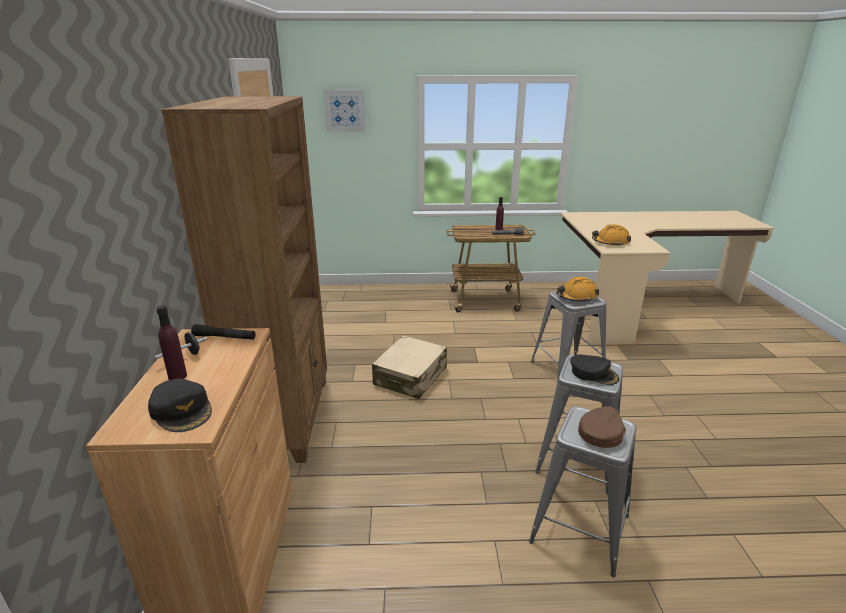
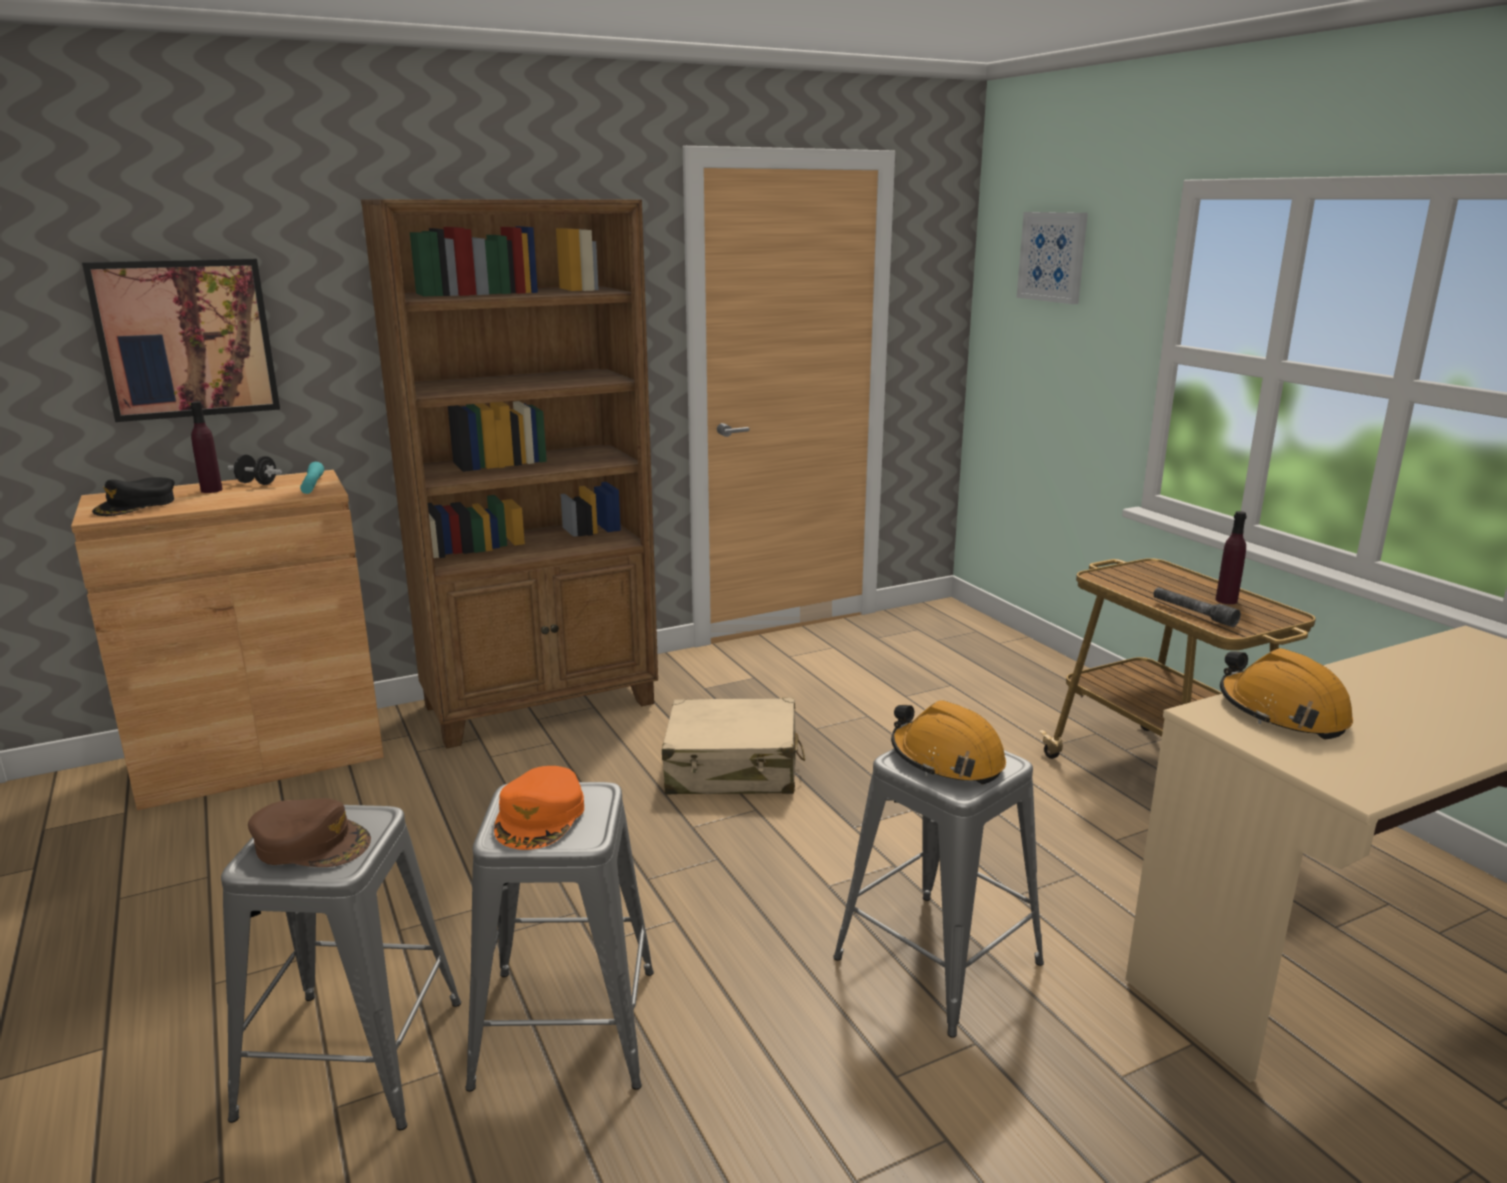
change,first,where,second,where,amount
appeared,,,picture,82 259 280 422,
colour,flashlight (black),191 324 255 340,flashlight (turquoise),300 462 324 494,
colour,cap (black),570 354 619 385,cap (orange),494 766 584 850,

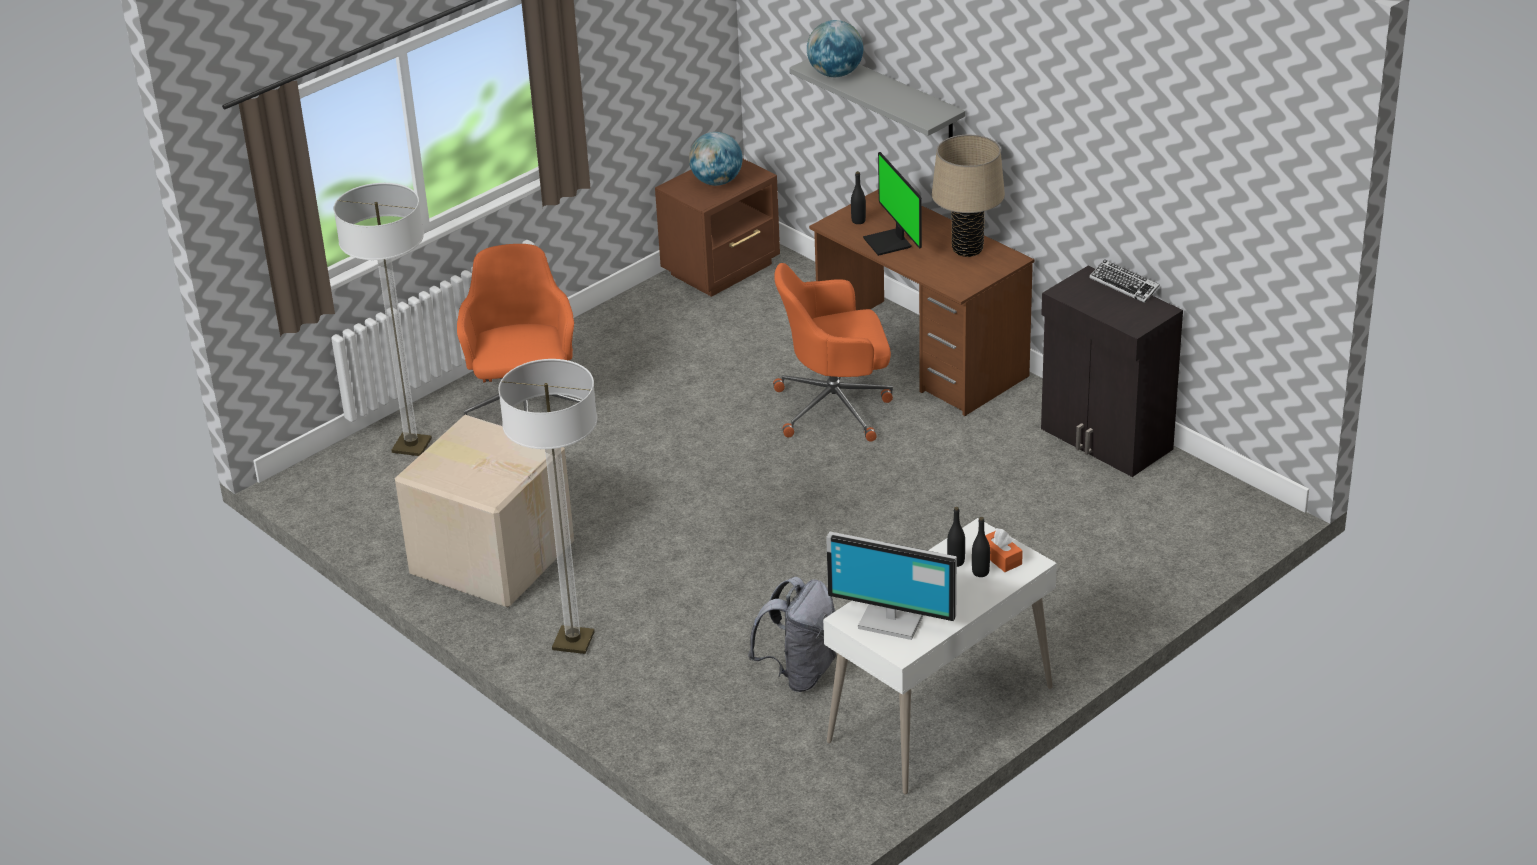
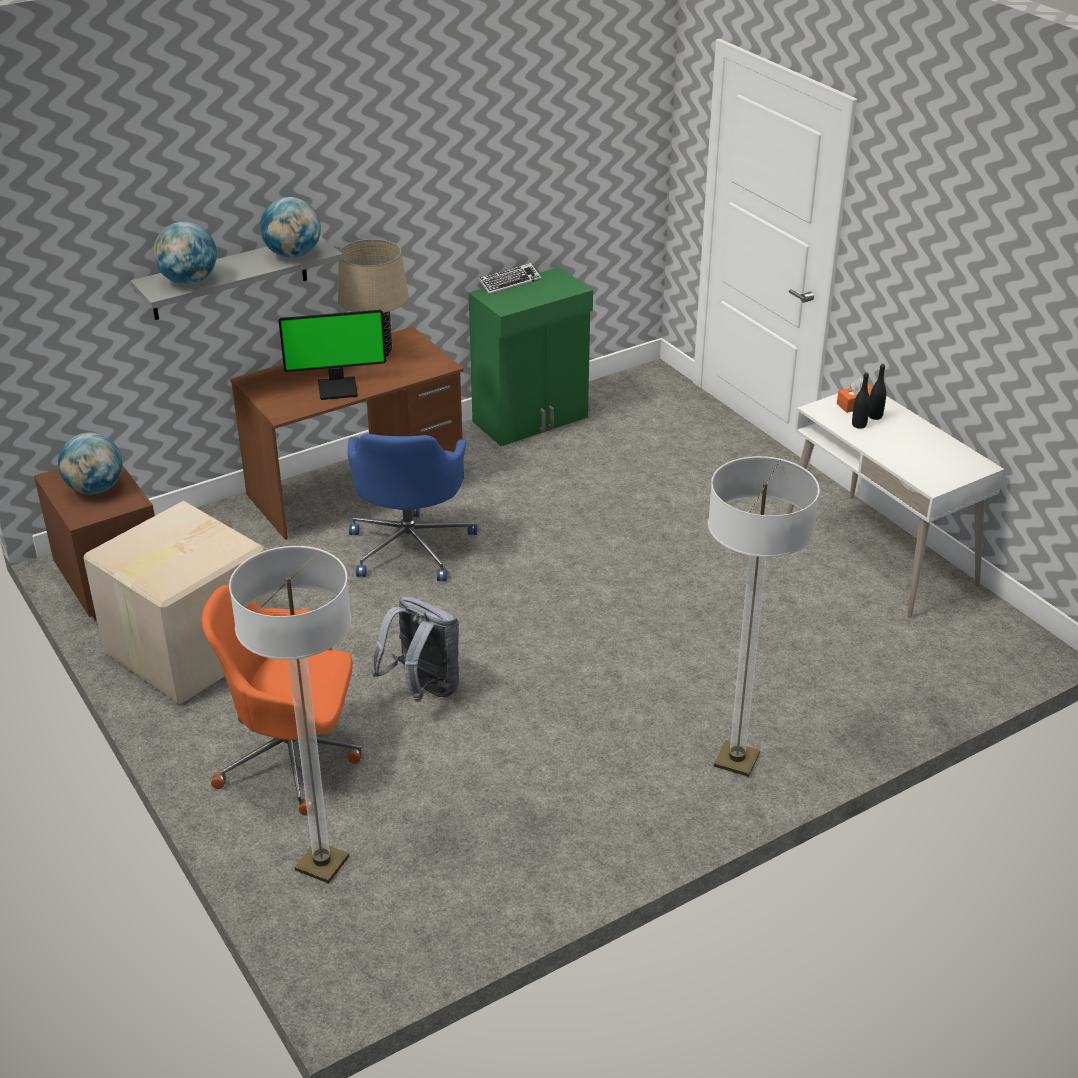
change,first,where,second,where,amount
relocated,cardboard box,395 415 574 607,,84 501 272 704,
appeared,,,globe,260 197 321 258,
colour,office chair (orange),773 263 893 442,office chair (blue),347 434 477 581,
relocated,backpack (grey),748 577 836 692,,372 596 459 702,
colour,cabinet (black),1041 266 1183 477,cabinet (green),469 267 593 446,
missing,monitor,826 531 957 640,,,
missing,bottle (black),851 171 866 224,,,

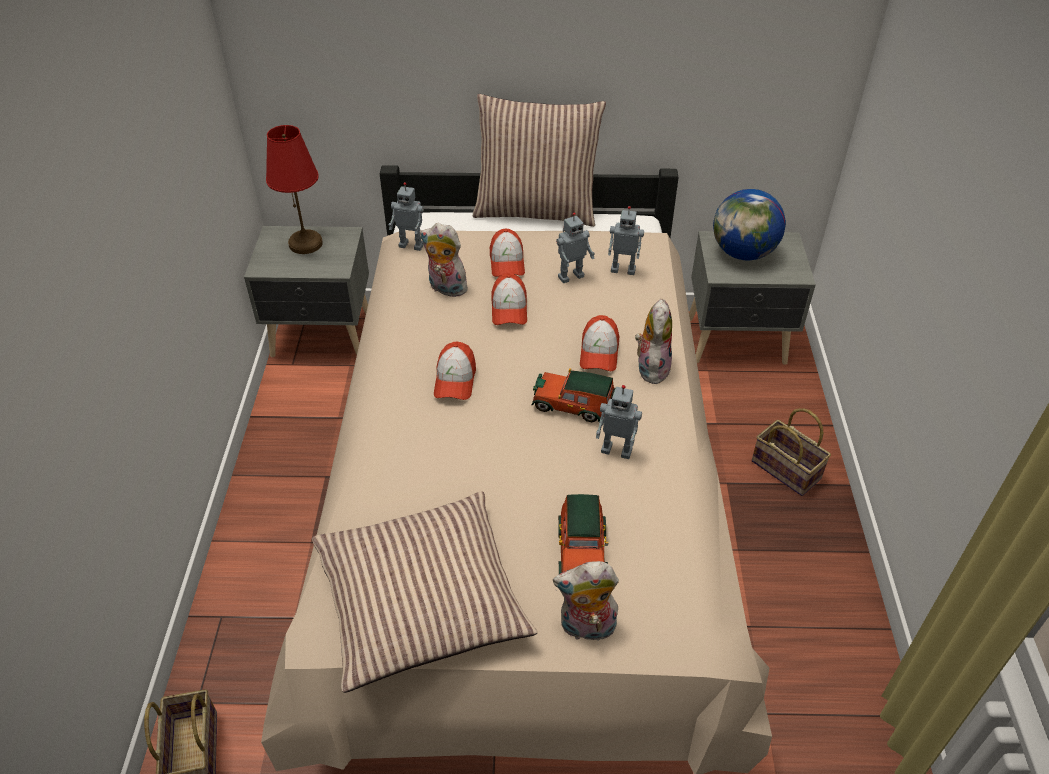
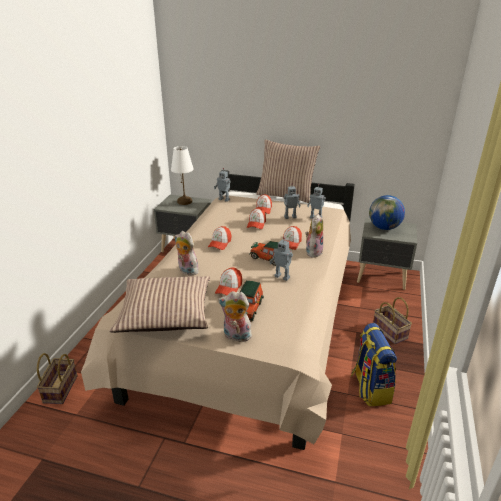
change,first,where,second,where,amount
colour,table lamp (red),266 125 323 254,table lamp (white),171 146 194 205,
relocated,plush toy,420 223 468 297,,175 231 199 276,
appeared,,,cap,215 267 242 296,
appeared,,,backpack,351 323 397 406,

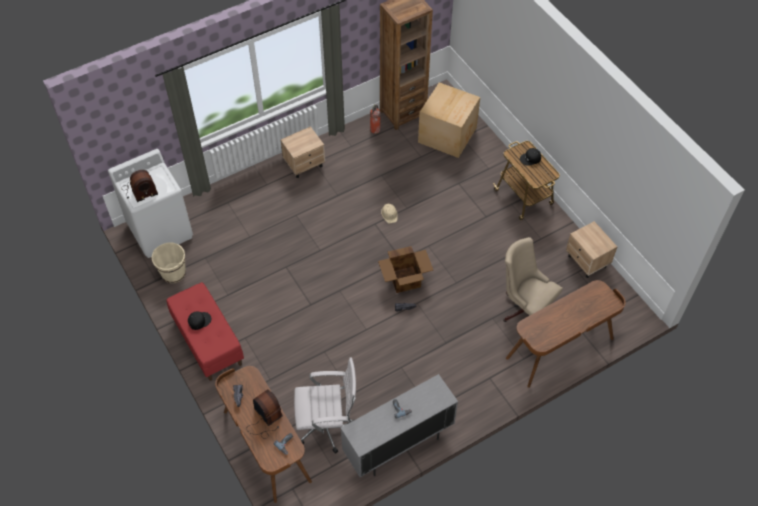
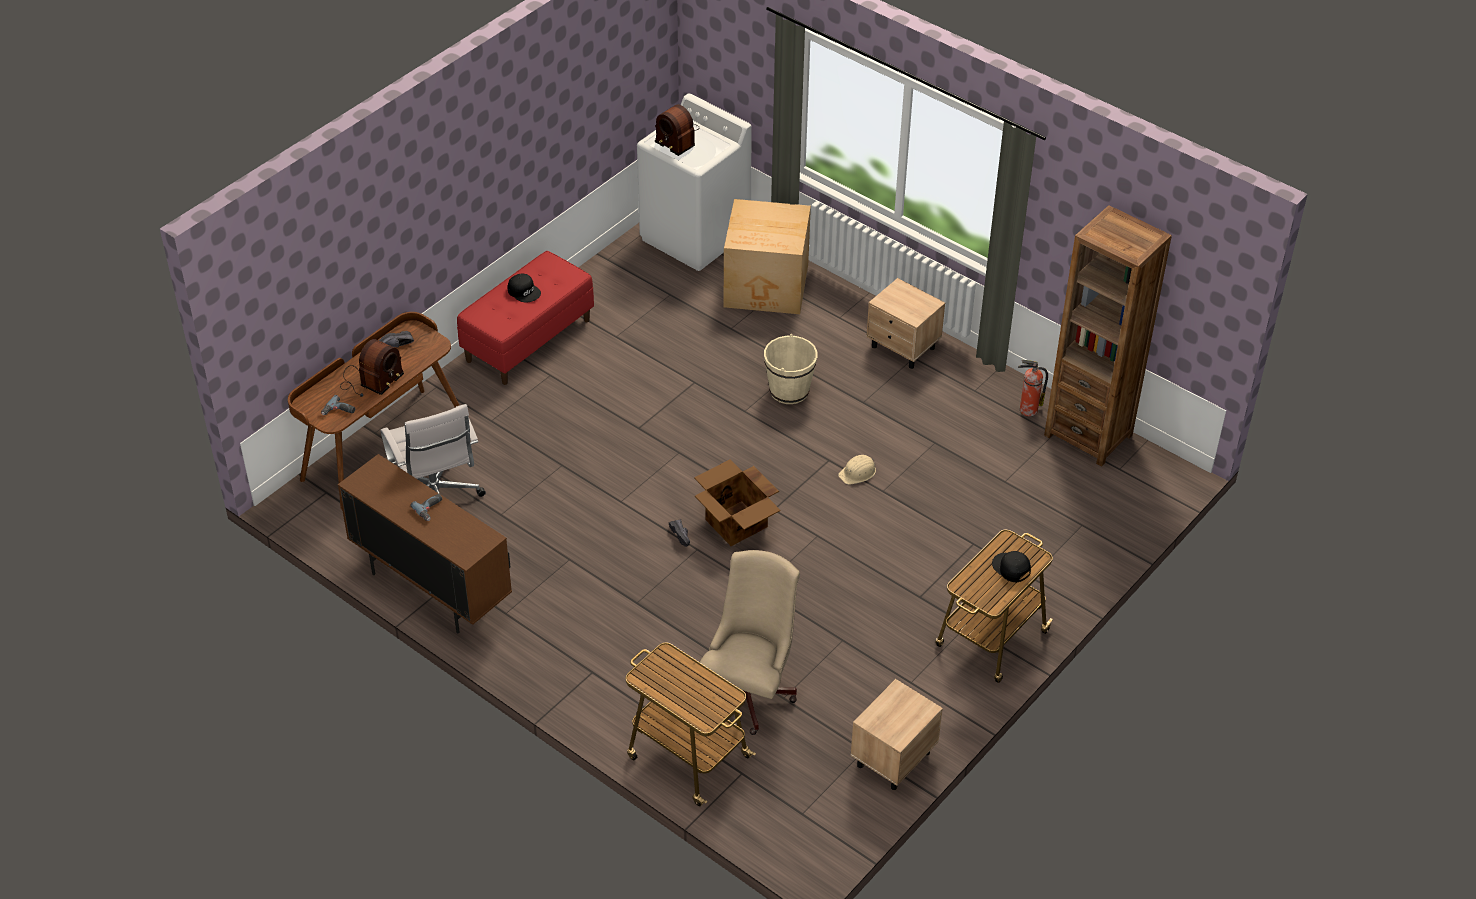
change,first,where,second,where,amount
colour,cabinet (grey),341 374 458 477,cabinet (brown),338 454 512 633,
exchanged,desk (brown),506 280 626 388,cart,626 642 756 806,
relocated,cardboard box,418 82 480 158,,724 199 811 314,
relocated,bucket (beige),151 242 186 283,,764 334 817 404,

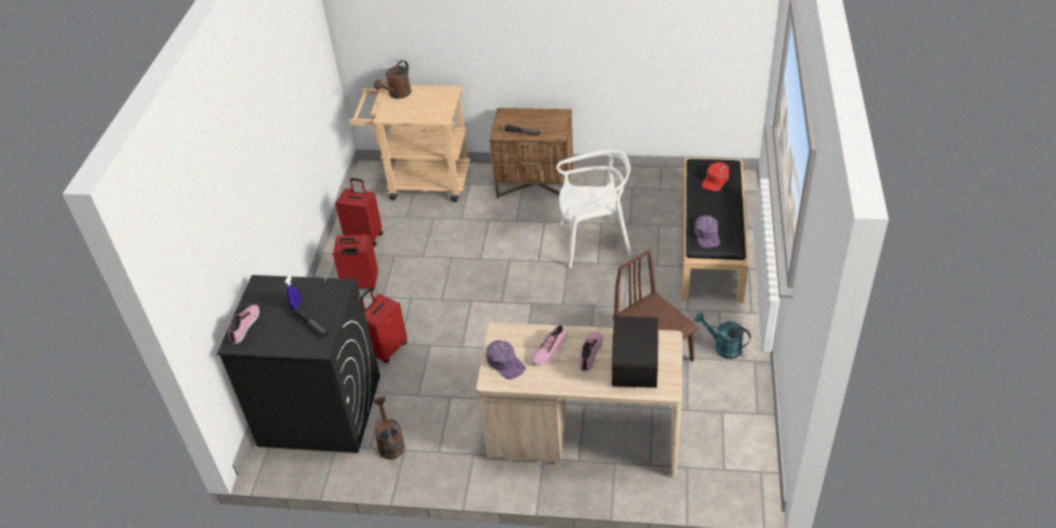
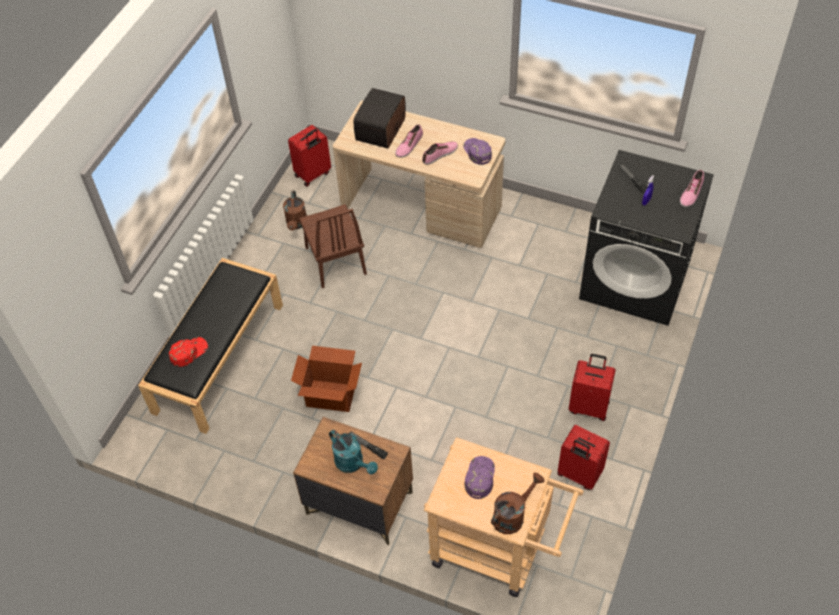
change,first,where,second,where,amount
relocated,watering can (brown),374 397 405 459,,283 191 307 231,
relocated,suitcase (red),361 288 407 363,,288 125 331 187,
exchanged,chair (white),556 150 632 268,cardboard box,291 346 362 412,
relocated,watering can (turquoise),695 312 751 359,,329 430 378 474,
relocated,cap (purple),694 215 720 248,,464 456 495 499,

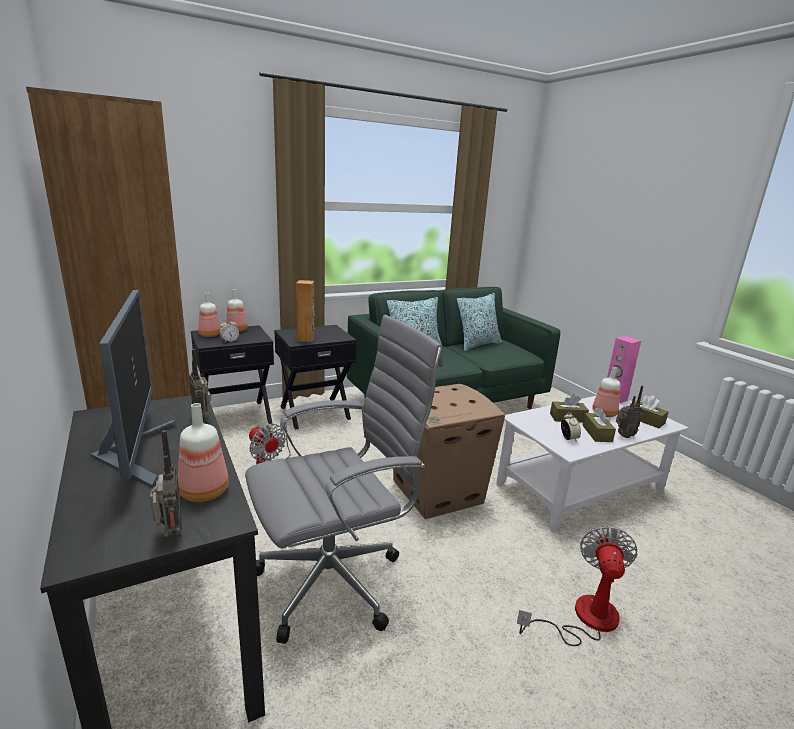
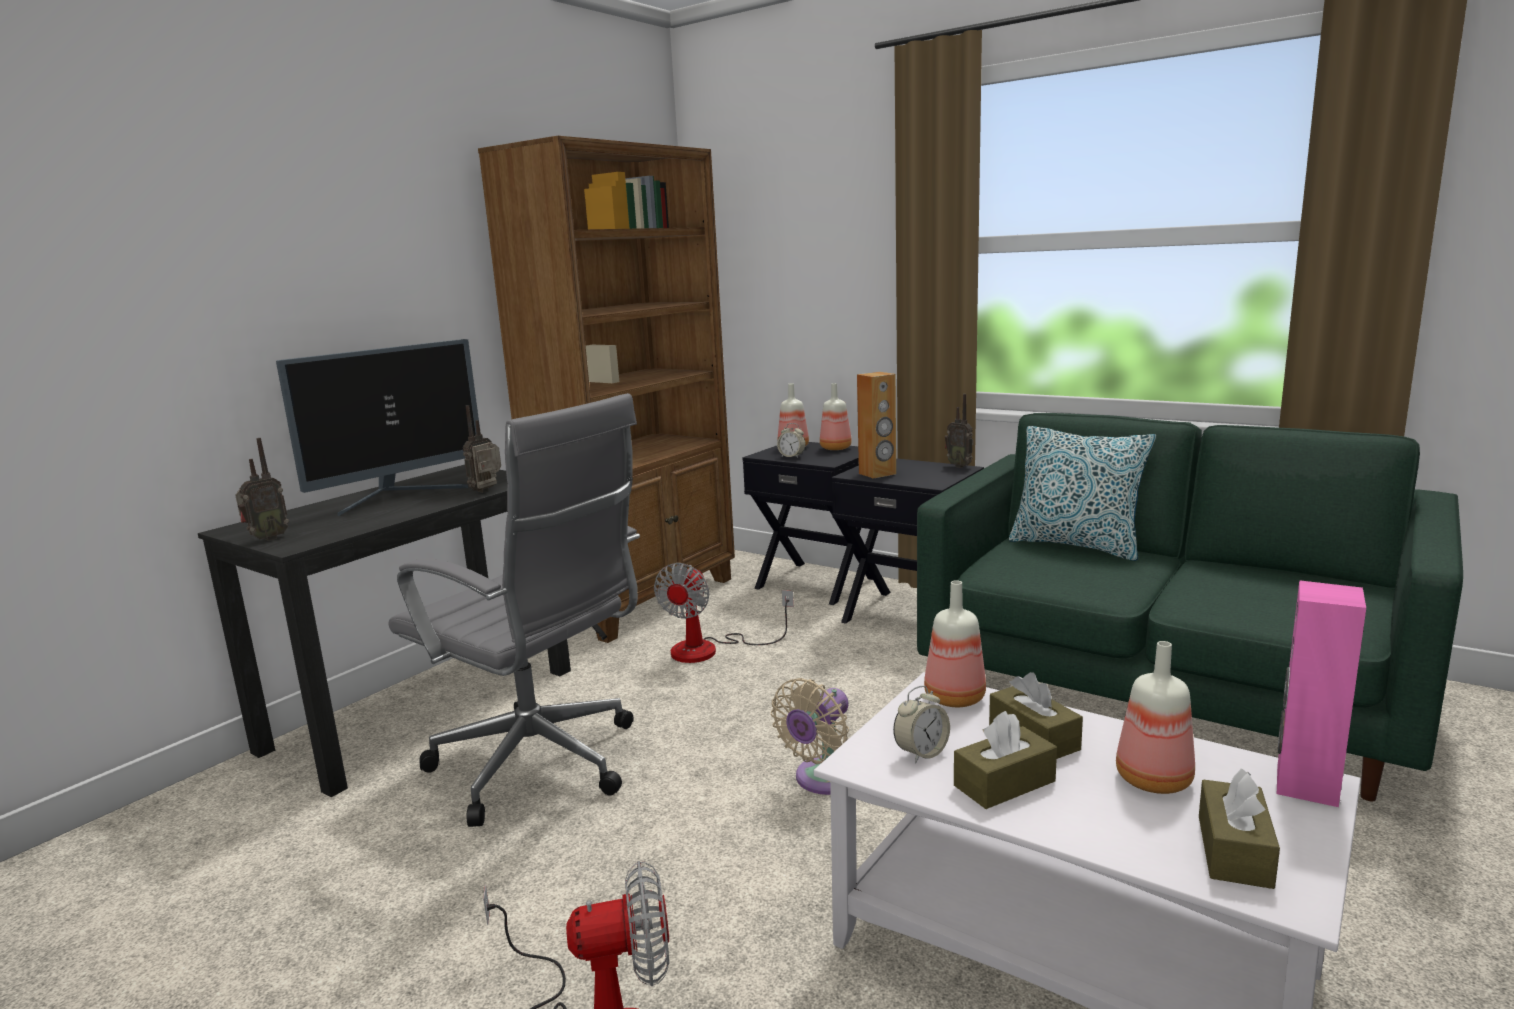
change,first,where,second,where,amount
exchanged,cardboard box,393 384 505 519,fan (beige),771 678 849 795,
relocated,bottle,178 403 229 502,,924 580 986 707,
relocated,radio,616 386 644 438,,945 394 974 468,
missing,pillow,456 293 502 351,,,

